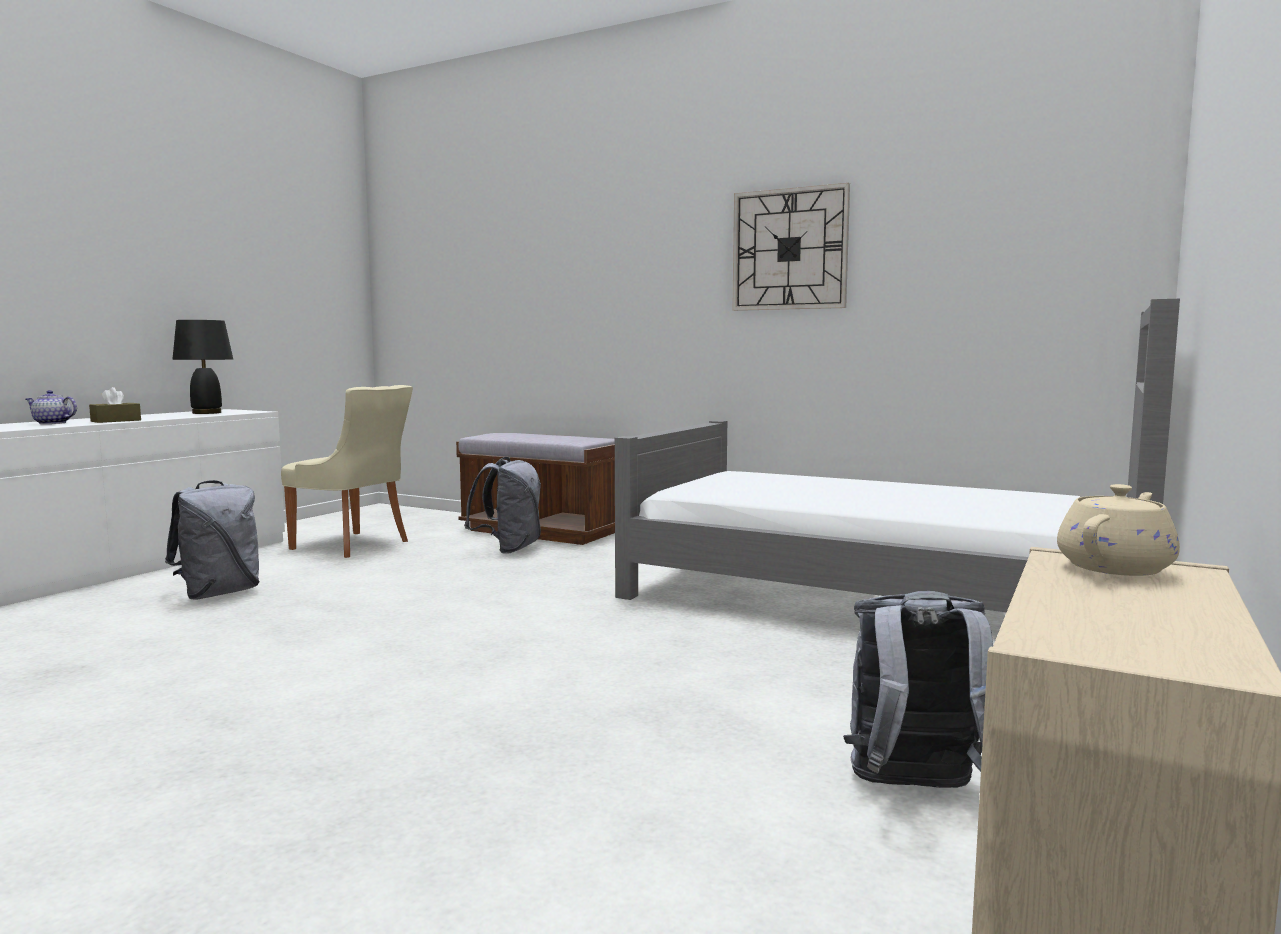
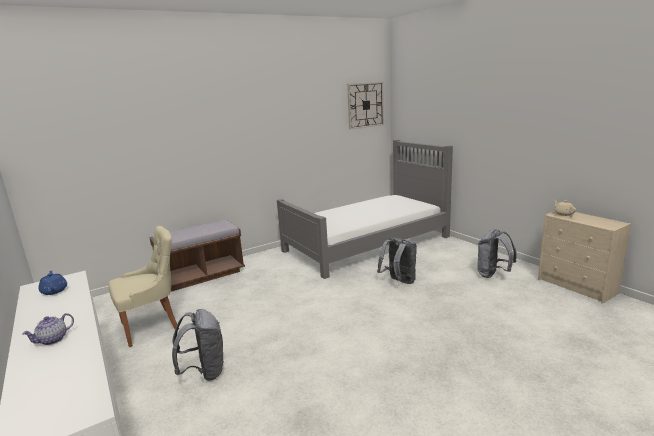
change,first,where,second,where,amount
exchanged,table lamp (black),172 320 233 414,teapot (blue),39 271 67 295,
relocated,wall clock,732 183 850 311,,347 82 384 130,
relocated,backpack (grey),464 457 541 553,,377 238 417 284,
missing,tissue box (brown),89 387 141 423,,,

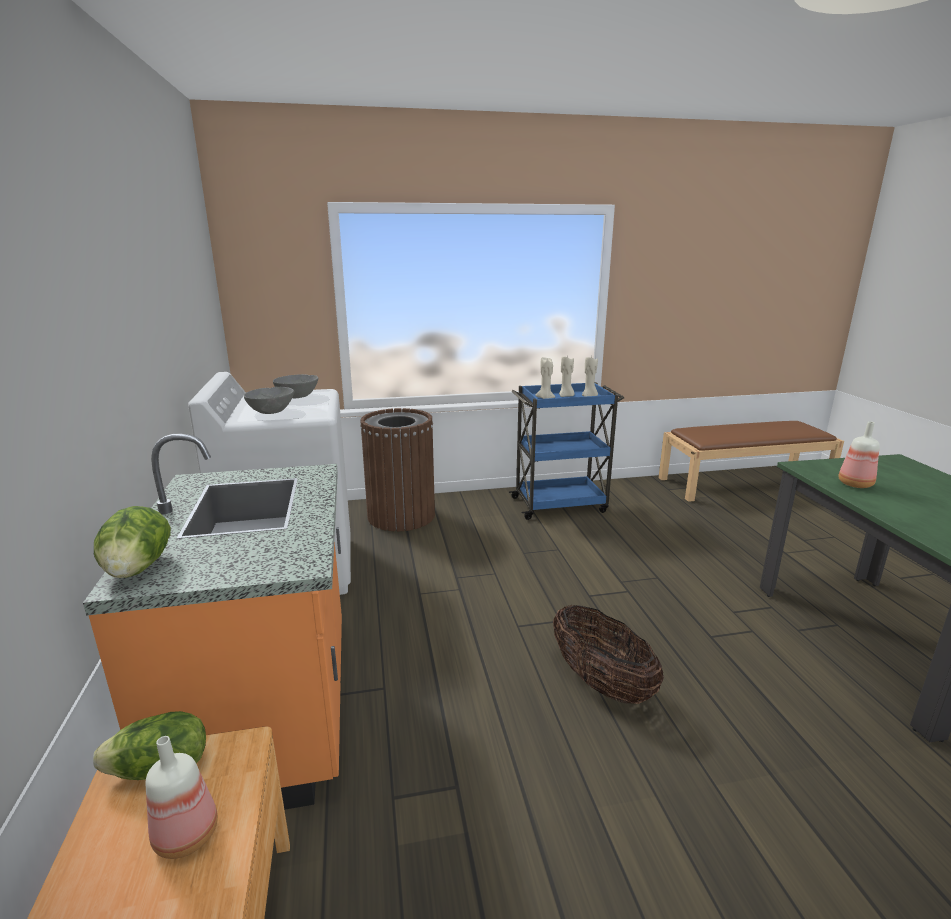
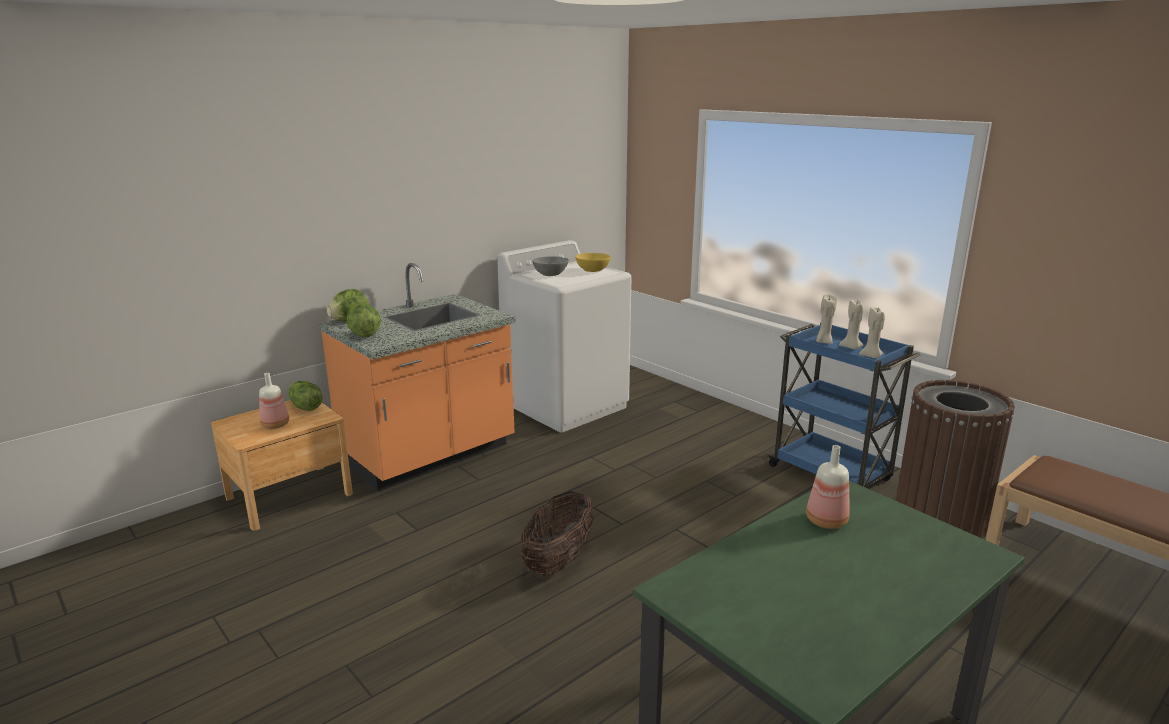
change,first,where,second,where,amount
appeared,,,lettuce,346 303 381 337,
colour,bowl (grey),273 374 318 398,bowl (yellow),575 253 611 272,
relocated,trash can (brown),360 408 435 531,,896 380 1015 538,

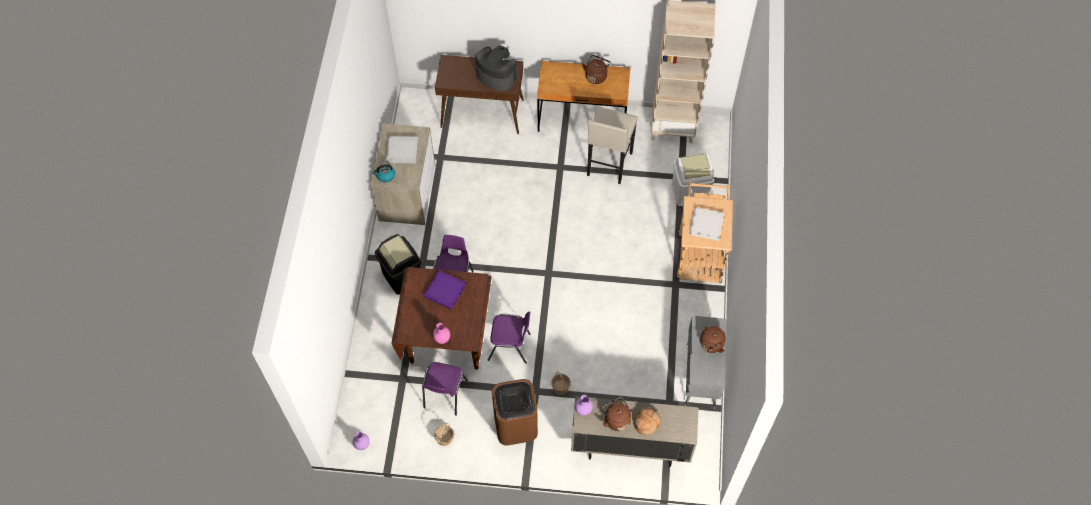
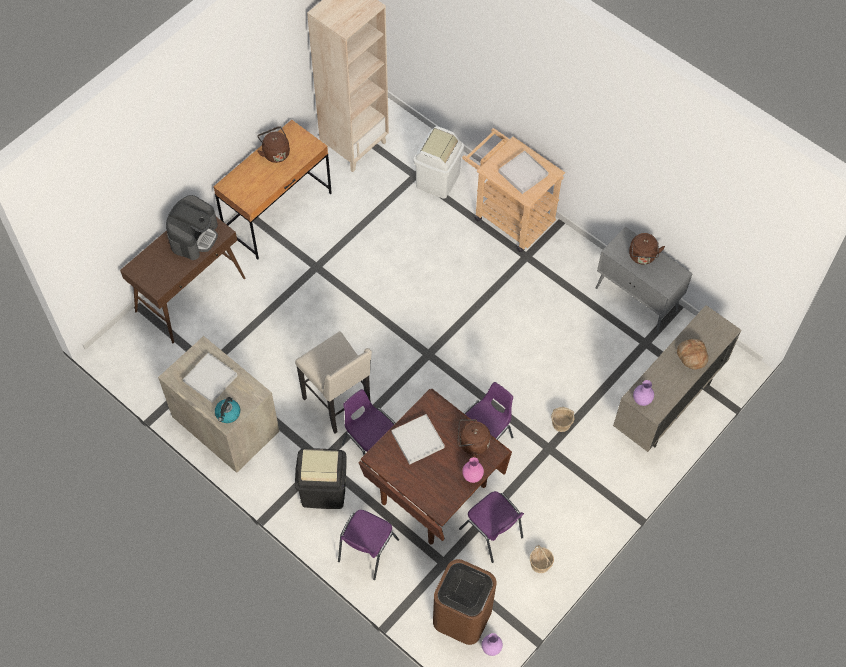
change,first,where,second,where,amount
spun,coffee machine,475 45 518 91,,166 195 218 260,135 degrees clockwise
relocated,stool (beige),587 107 638 184,,295 331 372 434,
appeared,,,chair (purple),338 510 399 580,
colour,tray (purple),423 270 466 309,tray (white),392 414 445 465,
relocated,trash can (brown),492 379 538 445,,433 559 497 645,
relocated,kettle (brown),601 397 631 431,,457 419 490 457,

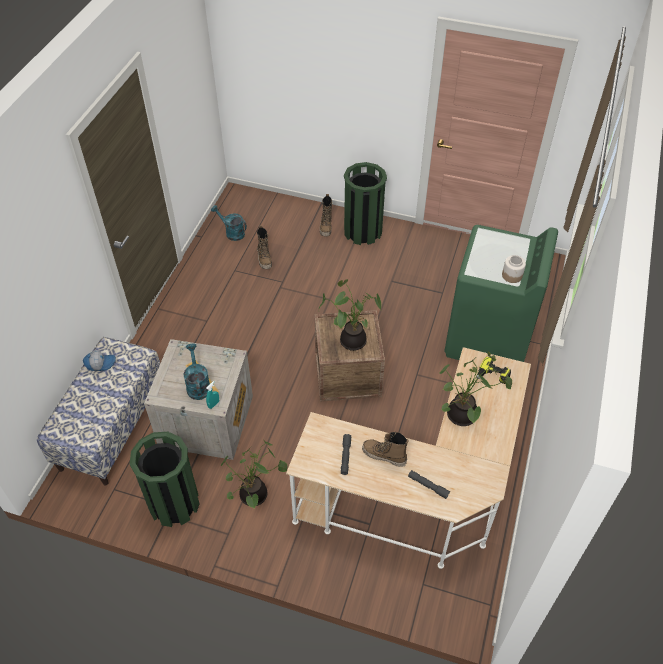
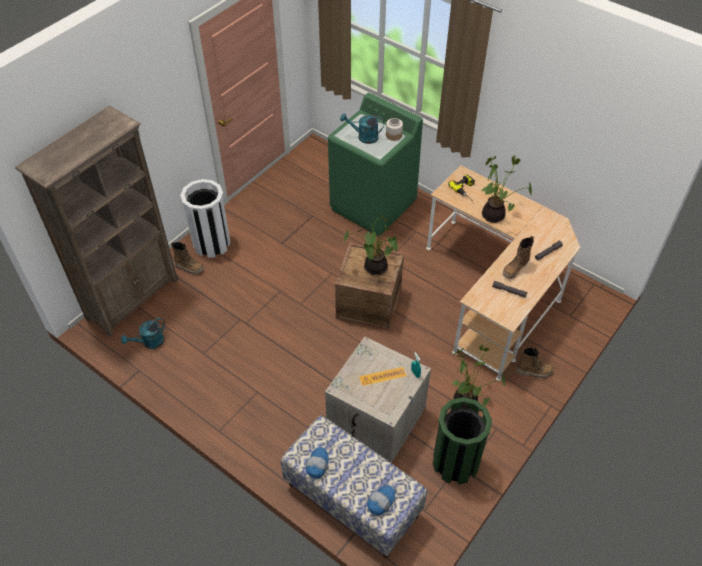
change,first,where,second,where,amount
appeared,,,bookcase (brown),15 106 178 337,
colour,trash can (green),344 162 387 245,trash can (white),180 179 230 258,
relocated,watering can (turquoise),183 343 210 400,,340 113 384 144,
appeared,,,cap,367 485 395 515,
relocated,boot,257 225 272 269,,516 347 553 378,

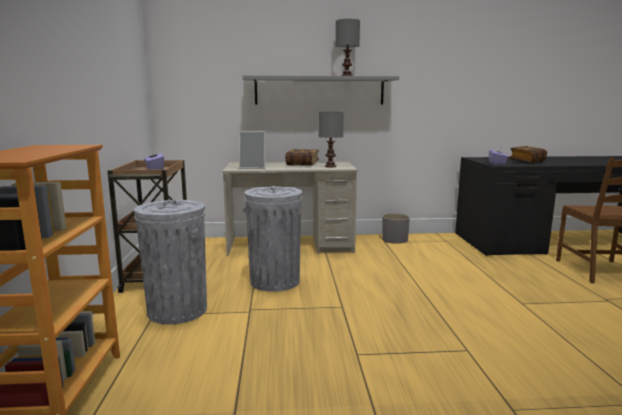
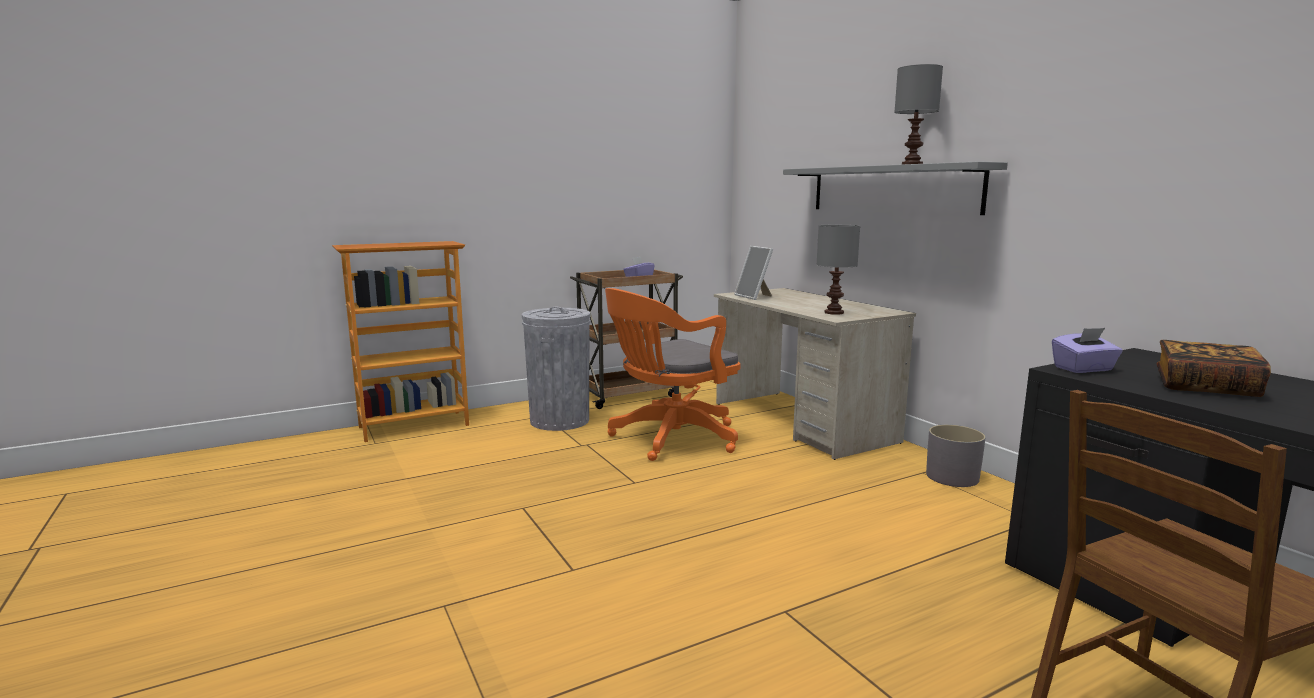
change,first,where,second,where,amount
exchanged,trash can (grey),243 186 304 292,office chair (orange),605 288 741 461,
missing,book,285 149 319 166,,,

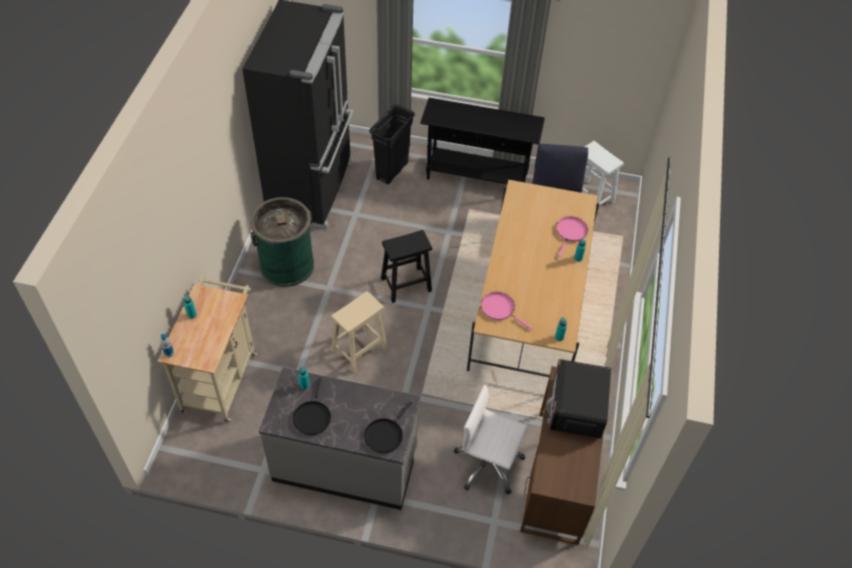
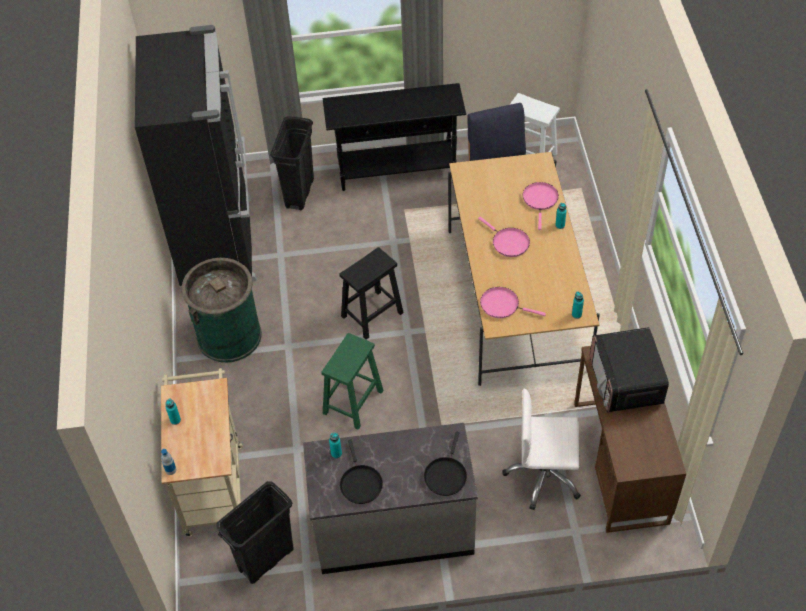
change,first,where,second,where,amount
appeared,,,trash can (black),216 481 294 584,
colour,stool (beige),331 291 388 373,stool (green),321 333 384 430,
appeared,,,frying pan (pink),478 217 530 257,

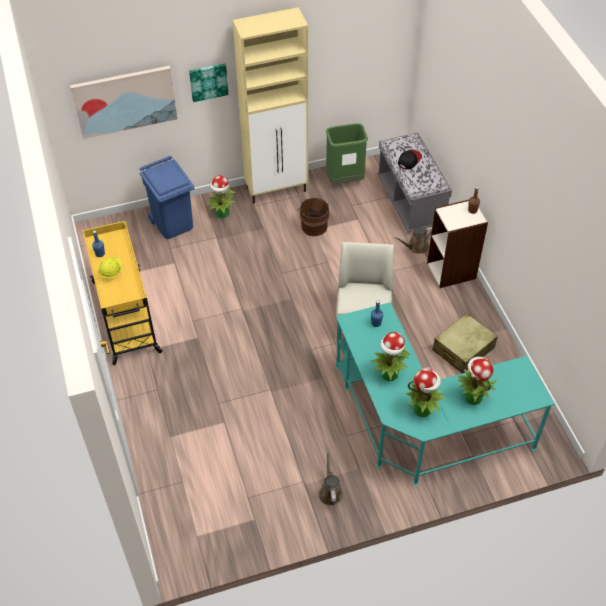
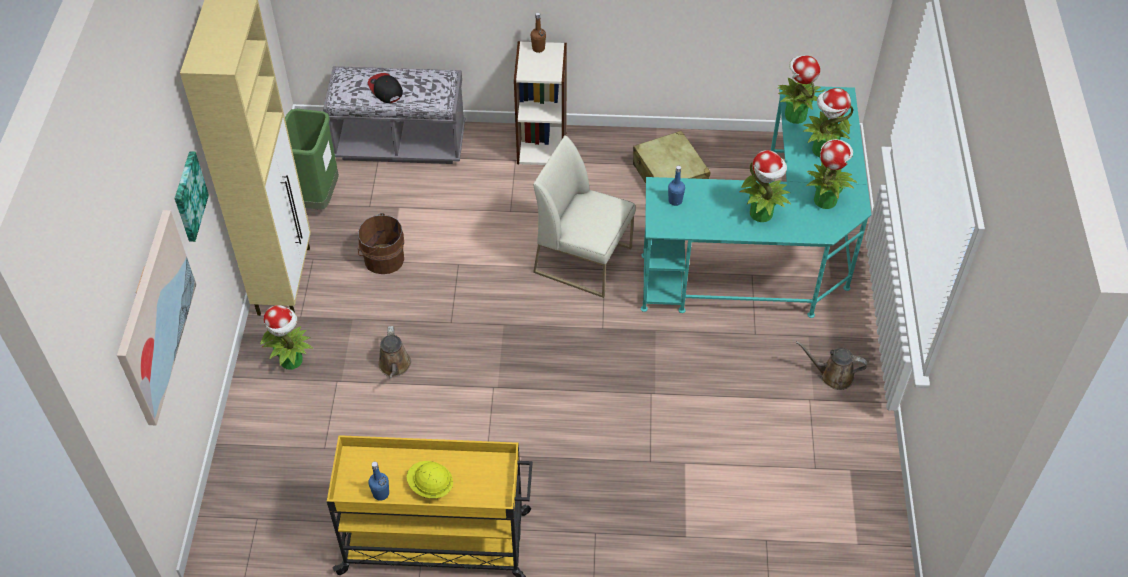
change,first,where,second,where,amount
relocated,watering can (brown),395 227 432 253,,378 326 411 379,
appeared,,,potted plant,778 55 825 124,
missing,trash can (blue),140 156 195 239,,,

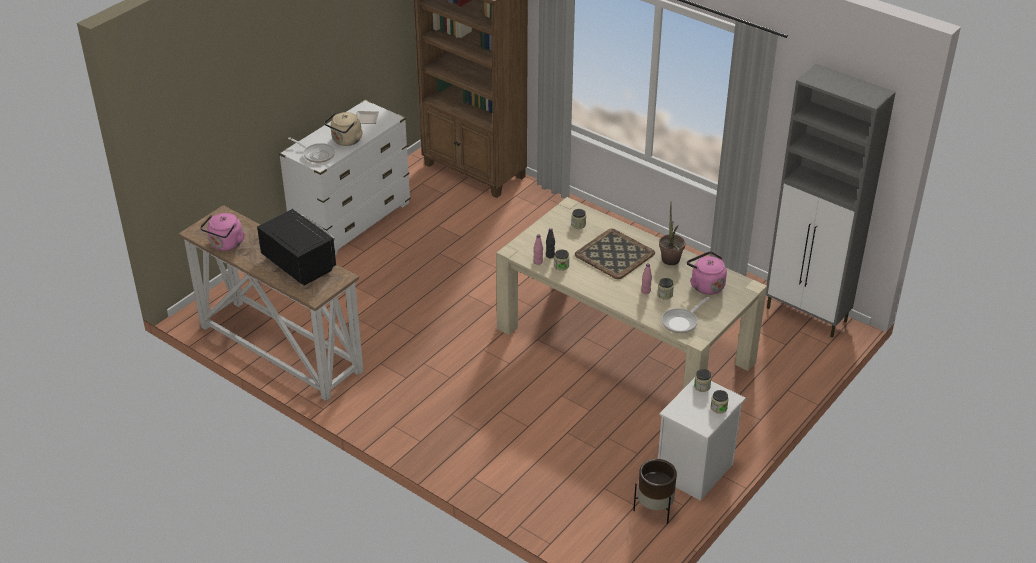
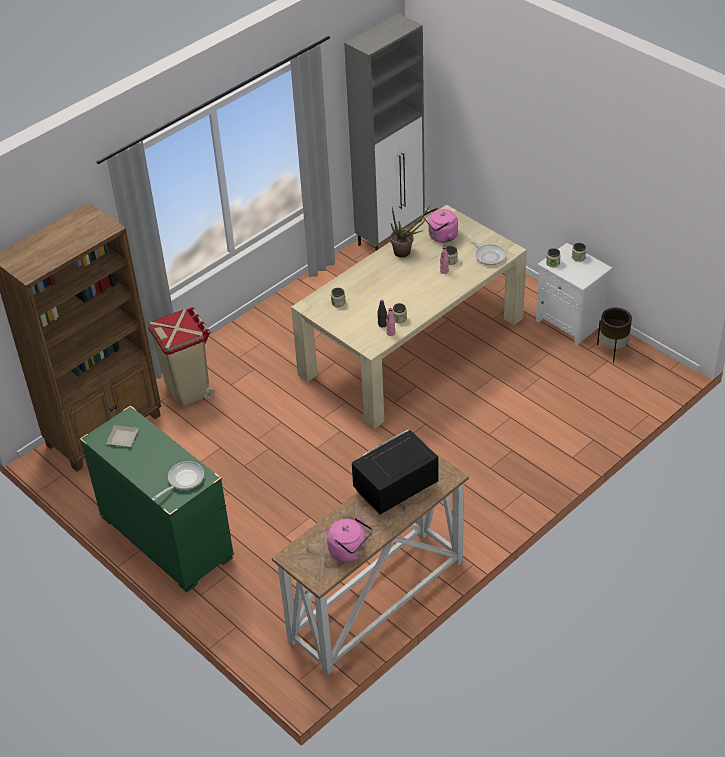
change,first,where,second,where,amount
colour,dresser (white),279 100 411 255,dresser (green),80 405 234 592,
appeared,,,trash can (beige),148 307 215 407,
missing,kettle (beige),324 112 363 146,,,
missing,tray,575 228 655 279,,,

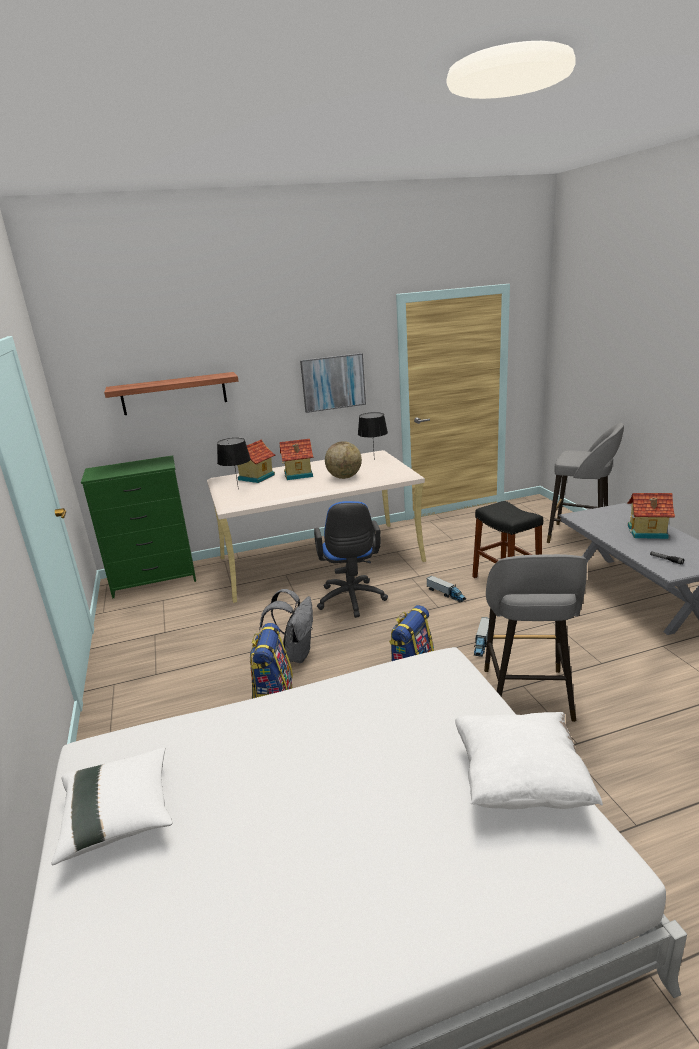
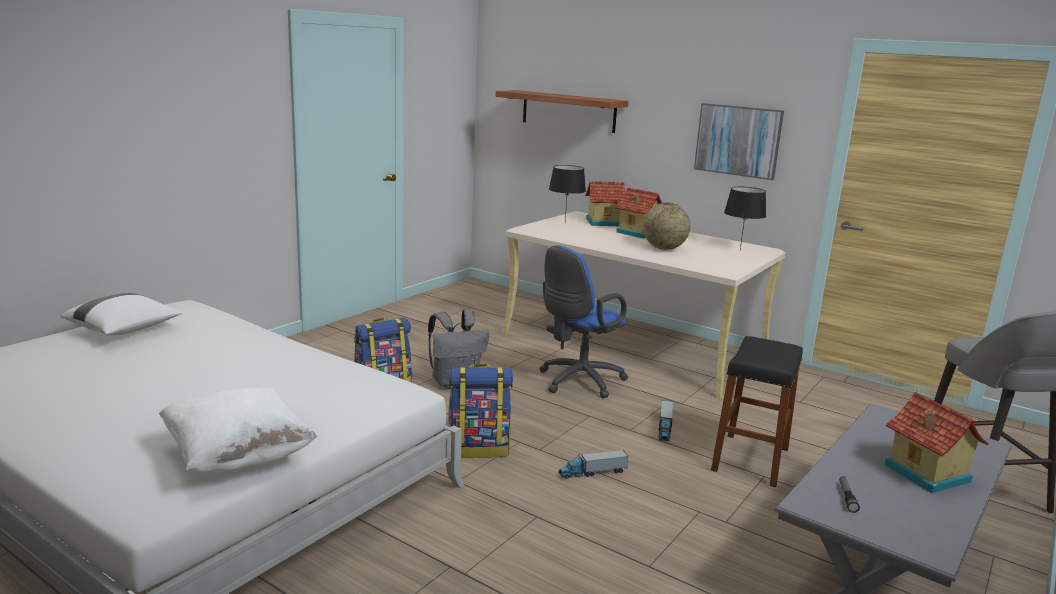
change,first,where,second,where,amount
missing,dresser (green),81 455 196 599,,,
missing,stool (grey),484 554 587 722,,,

